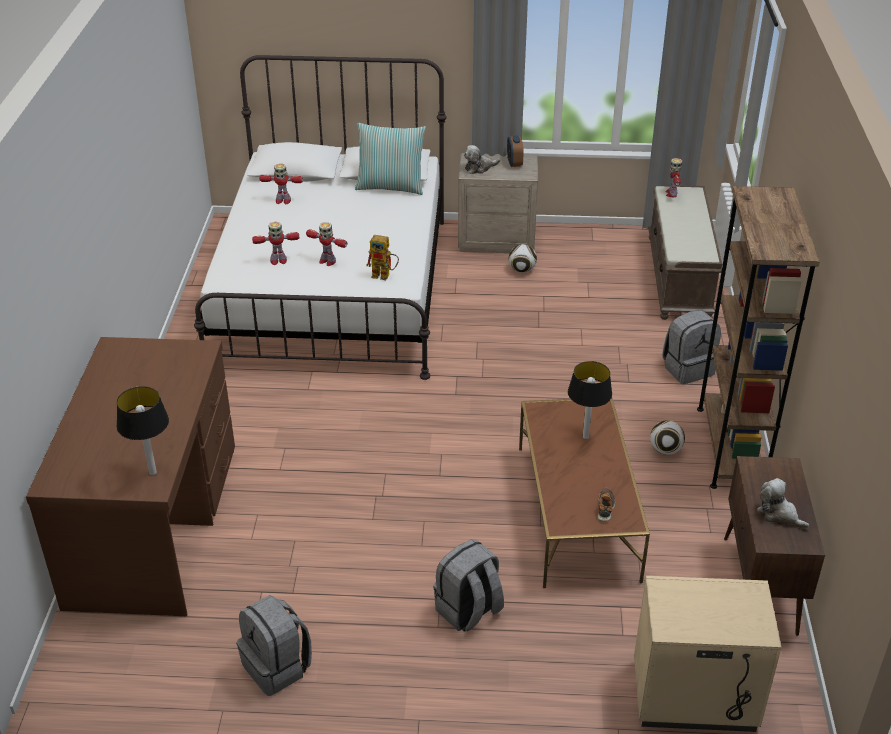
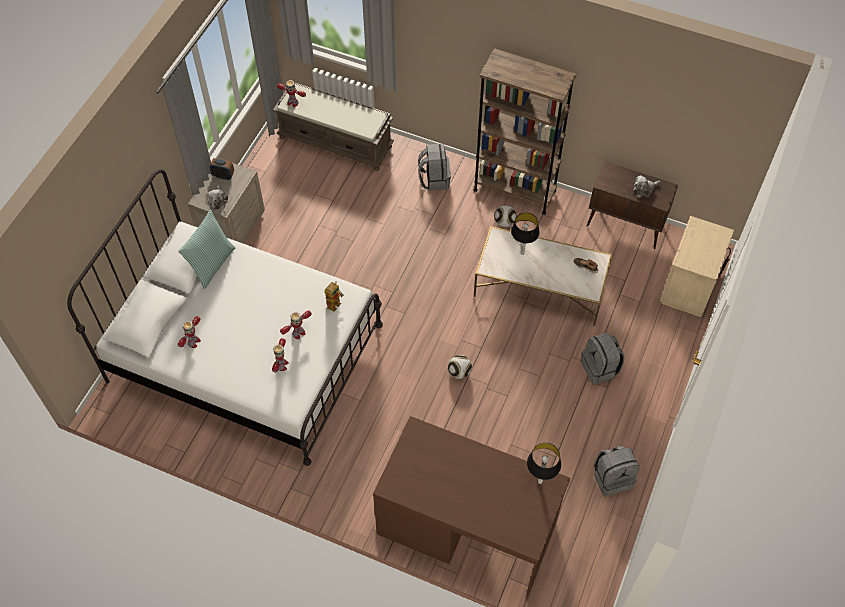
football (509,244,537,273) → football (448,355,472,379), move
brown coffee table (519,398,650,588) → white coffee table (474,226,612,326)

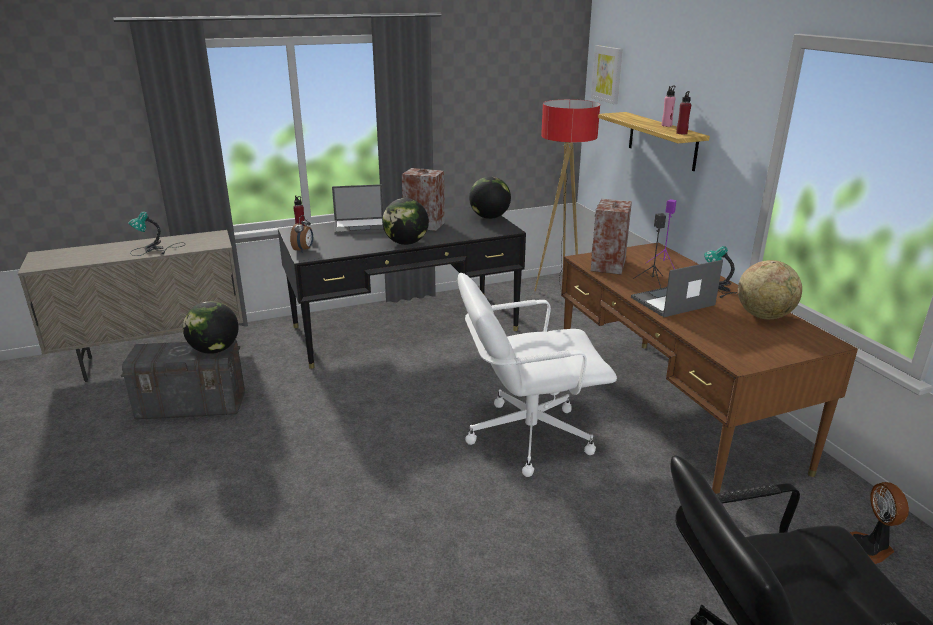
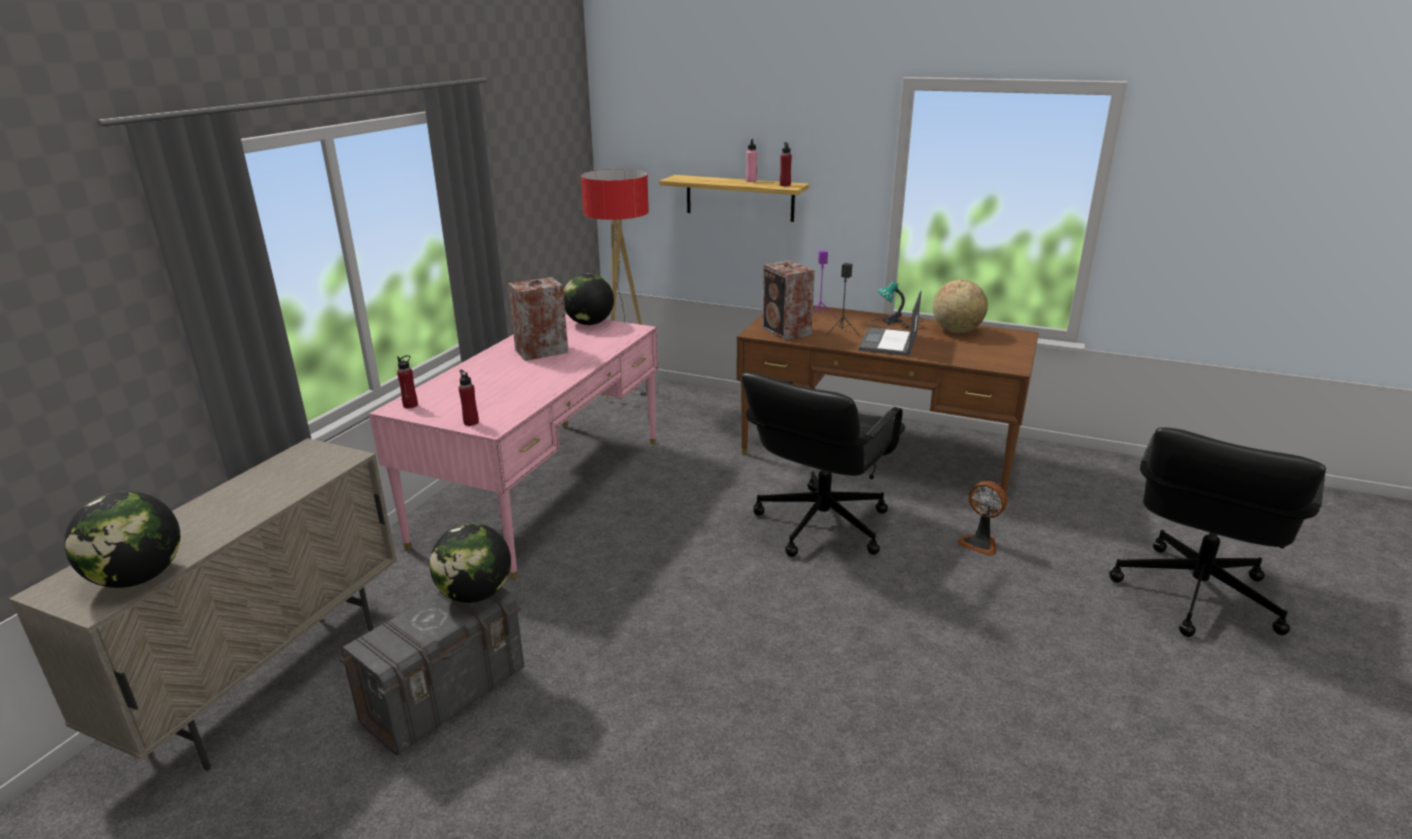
picture (591,45,622,104) → -
laptop (332,184,385,234) → -
globe (382,198,429,245) → globe (64,491,180,588), move
black desk (278,206,526,369) → pink desk (369,314,658,579)
table lamp (128,211,186,256) → -
alarm clock (290,215,313,252) → red bottle (459,370,479,426)
white office chair (458,273,617,477) → black office chair (741,372,905,557)
fan (850,482,909,564) → fan (957,481,1007,556), move

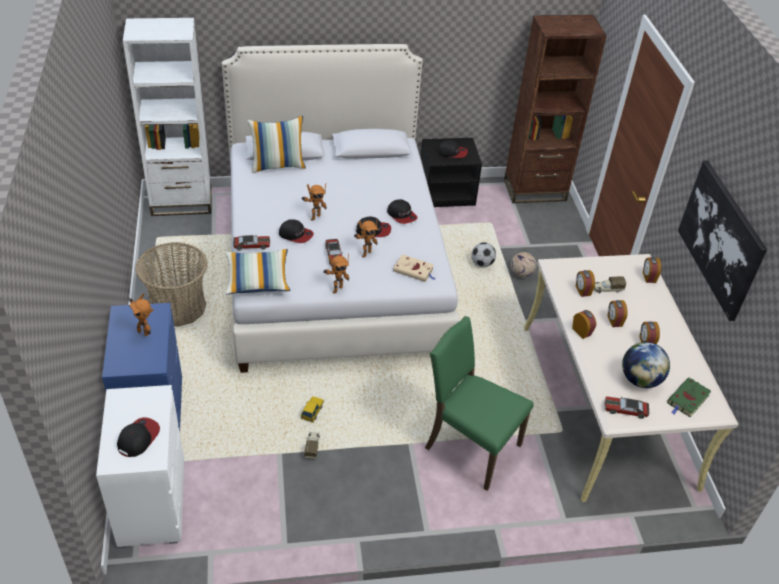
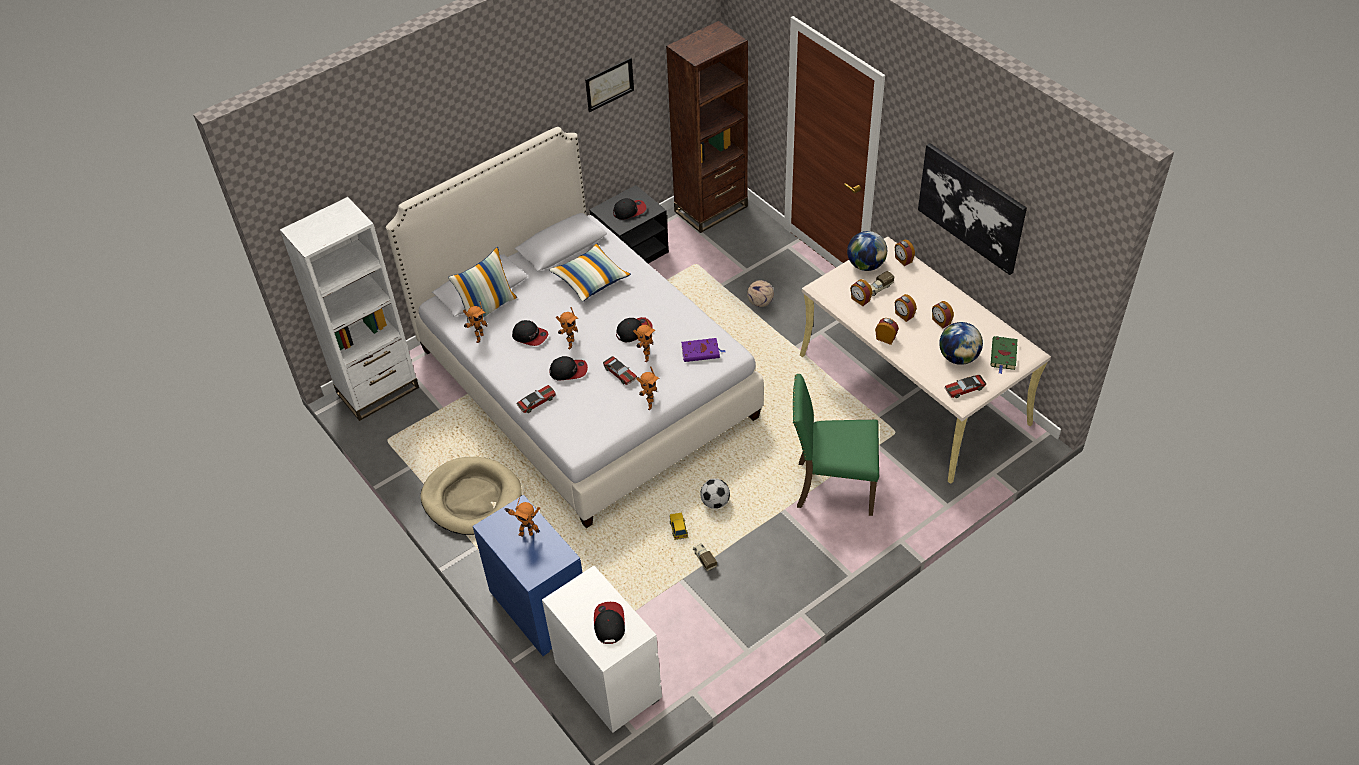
cap (387,199,418,224) → cap (512,320,548,346), move
basket (135,242,208,327) → beige dog bed (421,457,522,535)
football (471,242,496,267) → football (700,479,730,509), move
pillow (225,249,290,294) → pillow (549,244,631,302), move
beige book (393,254,436,282) → purple book (681,338,725,362)
- → picture (585,58,634,112)
- → globe (847,231,887,271)
- → toy robot (463,301,487,343)

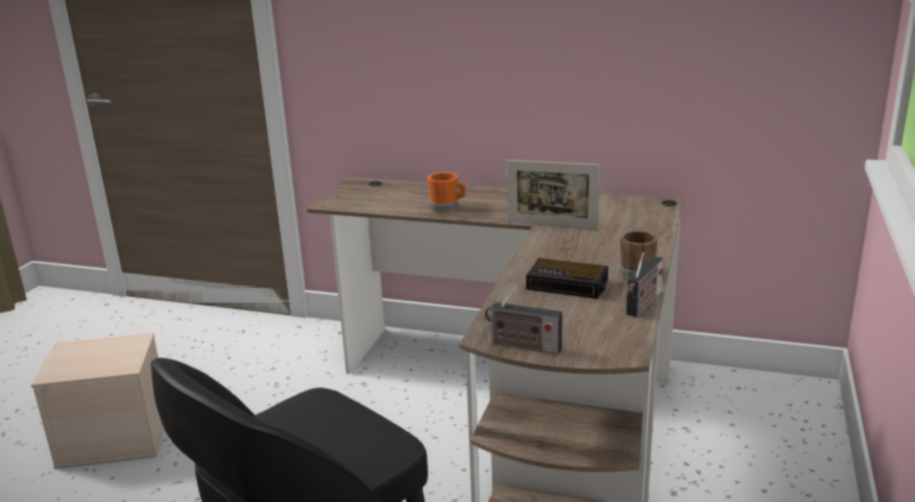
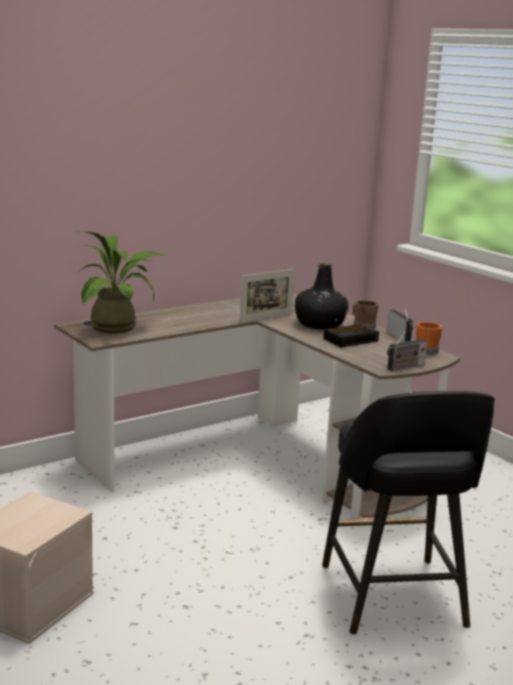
orange mug (428,172,466,213) → orange mug (416,322,442,355), move
- → potted plant (75,231,167,333)
- → black bottle (295,263,349,330)

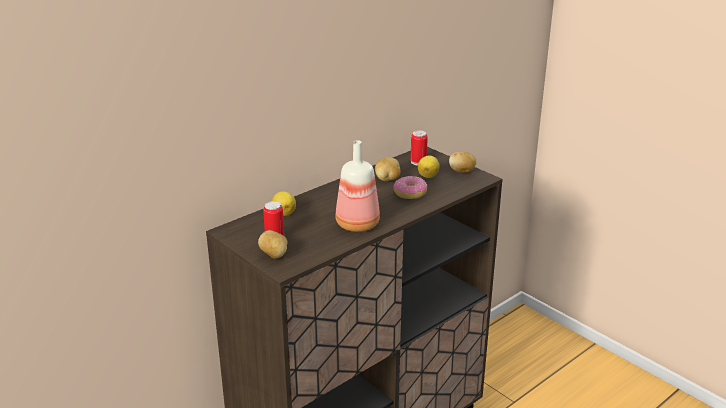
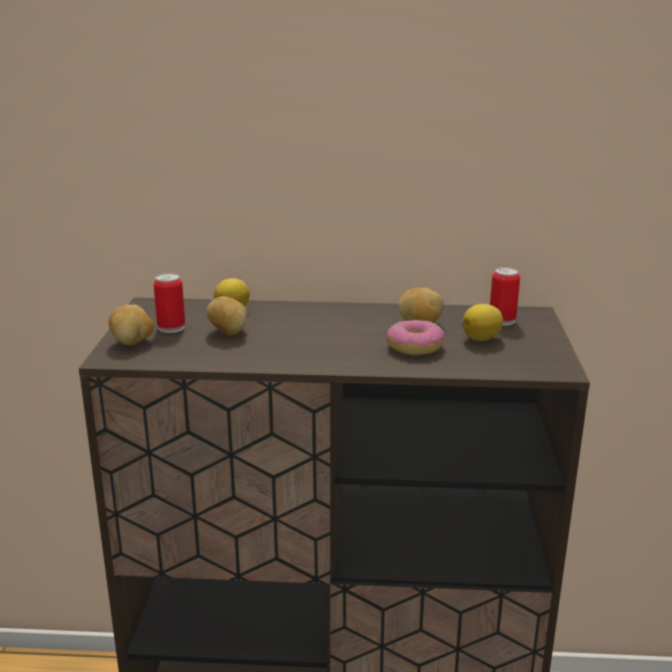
bottle (335,140,380,232) → -
potato (449,151,477,173) → potato (206,296,248,335), move

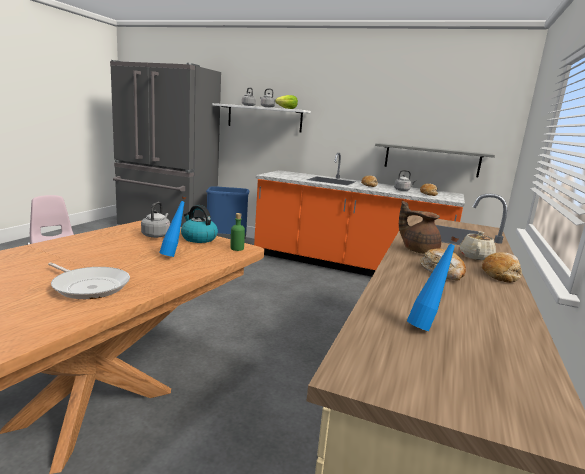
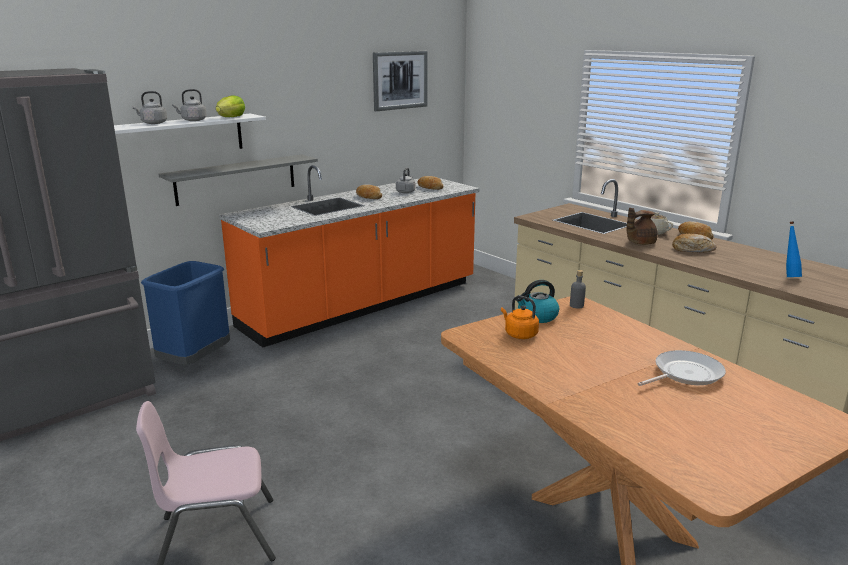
grey shelf (375,143,495,177) → grey shelf (158,154,318,206), move
blue bottle (159,196,187,257) → -
grey kettle (141,202,170,238) → orange kettle (501,296,539,339)
green bottle (230,213,245,251) → grey bottle (570,270,586,308)
- → picture (373,51,428,111)

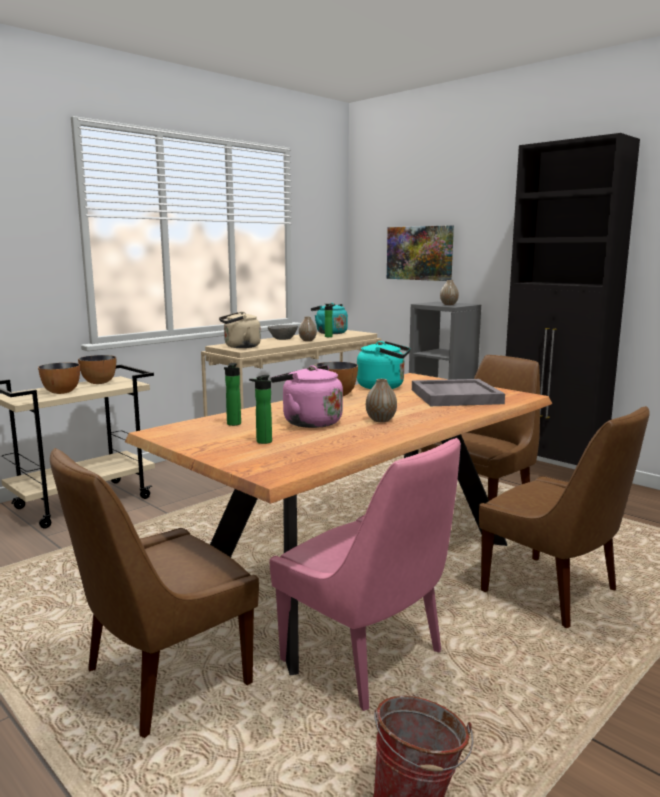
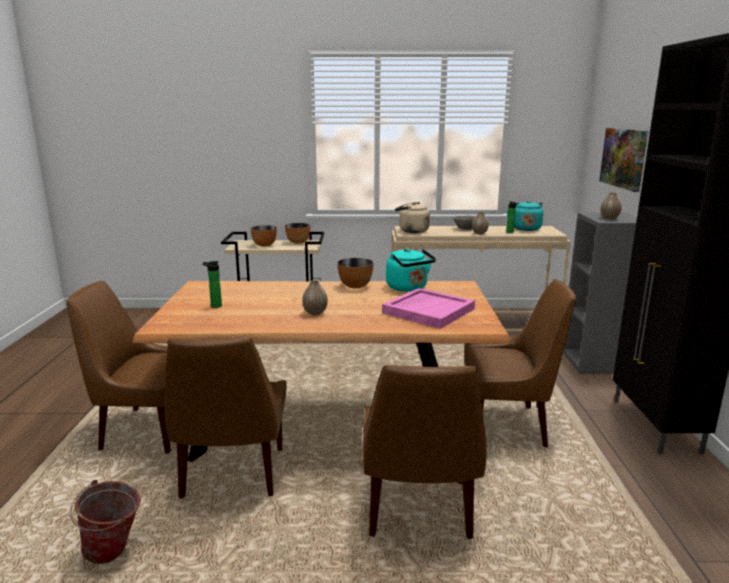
bottle (224,363,241,426) → -
pink kettle (271,365,343,428) → -
grey tray (412,379,505,406) → pink tray (382,288,475,329)
pink chair (269,438,461,711) → brown chair (165,337,287,499)

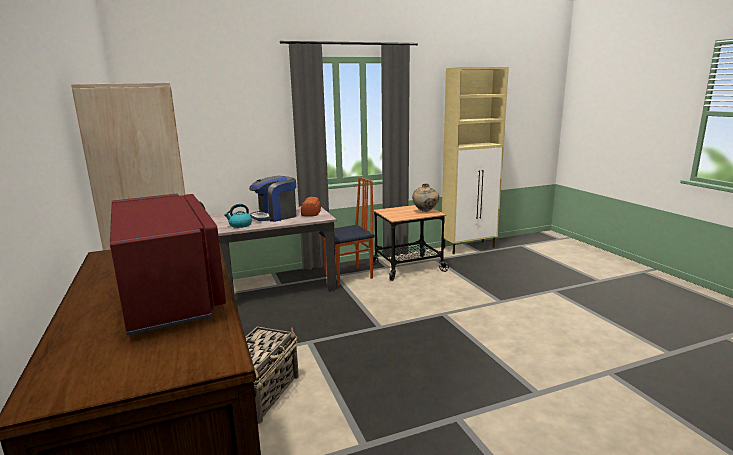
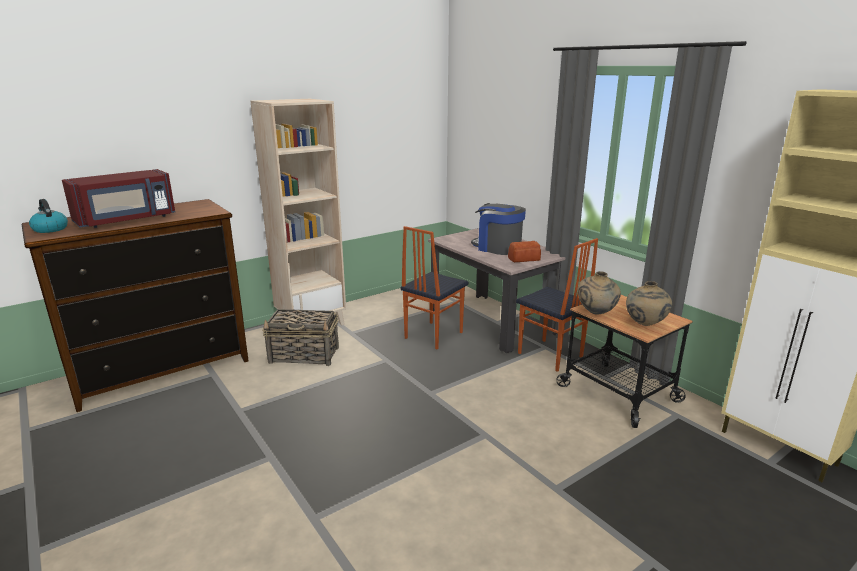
kettle (224,204,252,228) → kettle (29,199,68,233), move
- → chair (400,226,468,349)
- → beige vase (578,271,621,315)

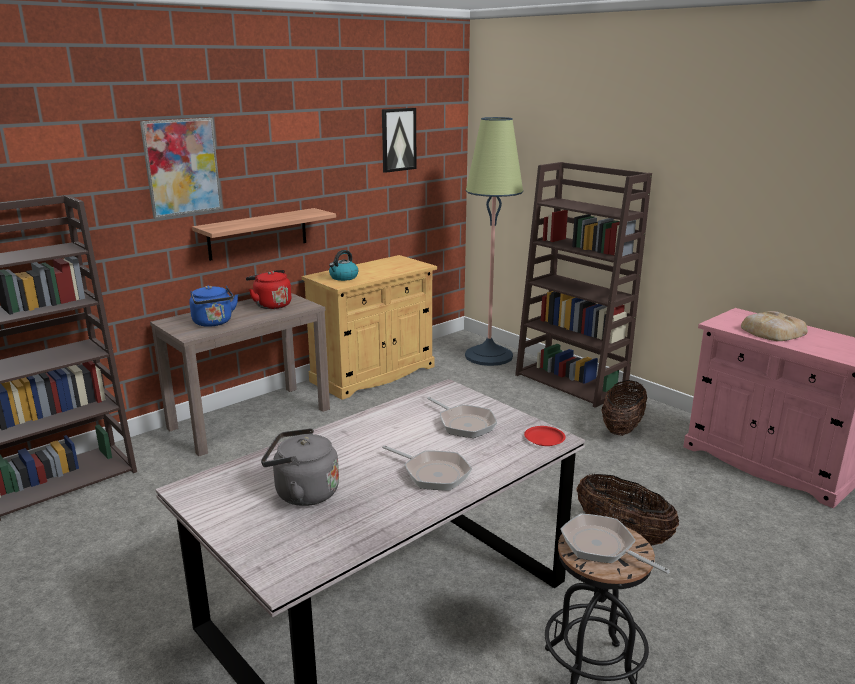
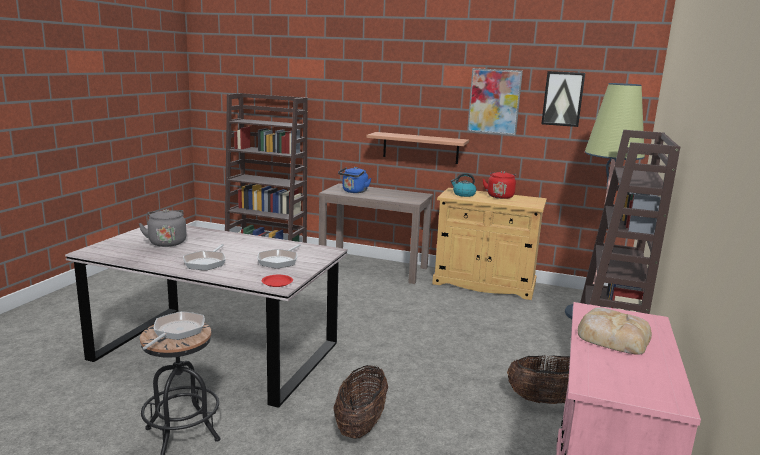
picture (140,117,222,219) → picture (467,68,523,136), move
red kettle (246,270,291,309) → red kettle (483,171,516,199), move

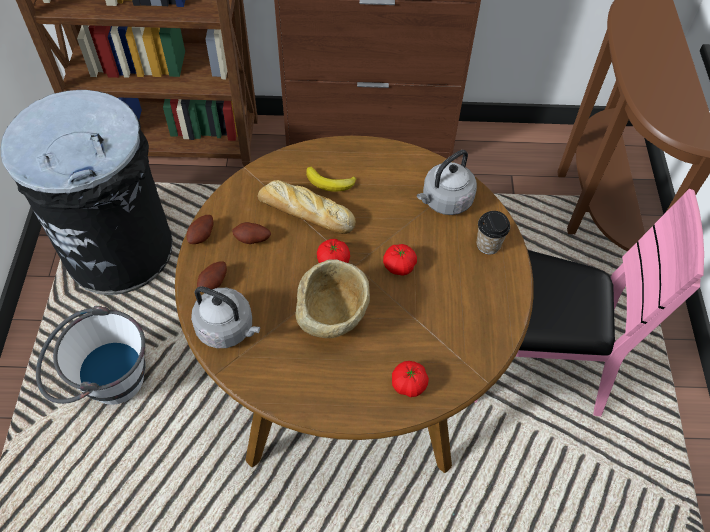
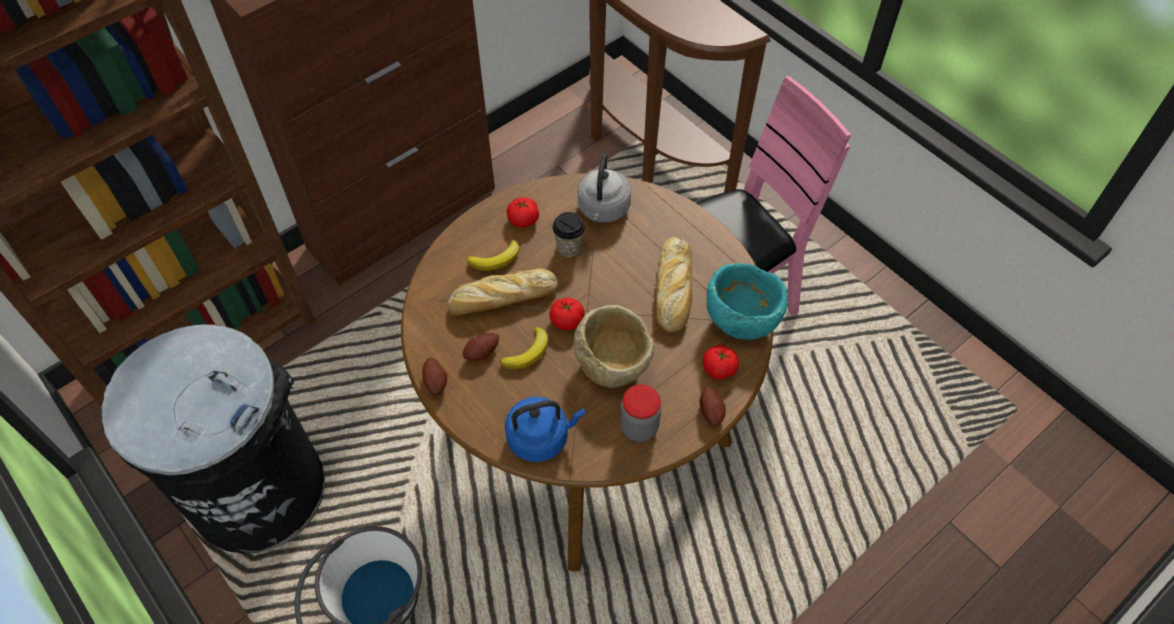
cup (477,211,510,255) → cup (552,212,585,257), move
tomato (383,244,417,276) → tomato (506,197,539,228), move
potato (197,261,227,289) → potato (700,387,726,426), move
grey kettle (191,286,260,348) → blue kettle (505,397,586,462)
- → bread (656,237,692,333)
- → turquoise bowl (707,263,788,340)
- → banana (500,327,548,369)
- → jar (620,384,661,442)

